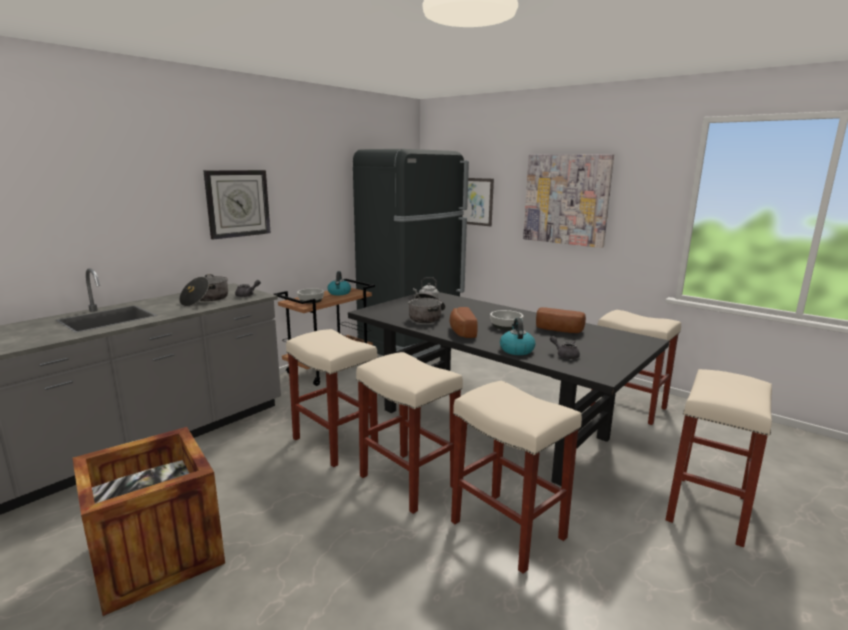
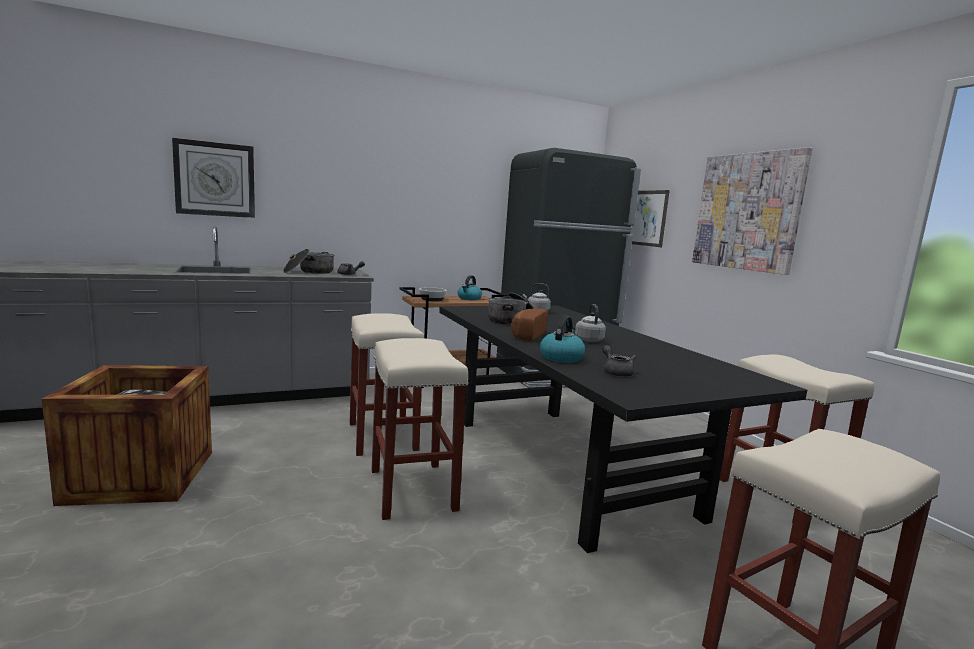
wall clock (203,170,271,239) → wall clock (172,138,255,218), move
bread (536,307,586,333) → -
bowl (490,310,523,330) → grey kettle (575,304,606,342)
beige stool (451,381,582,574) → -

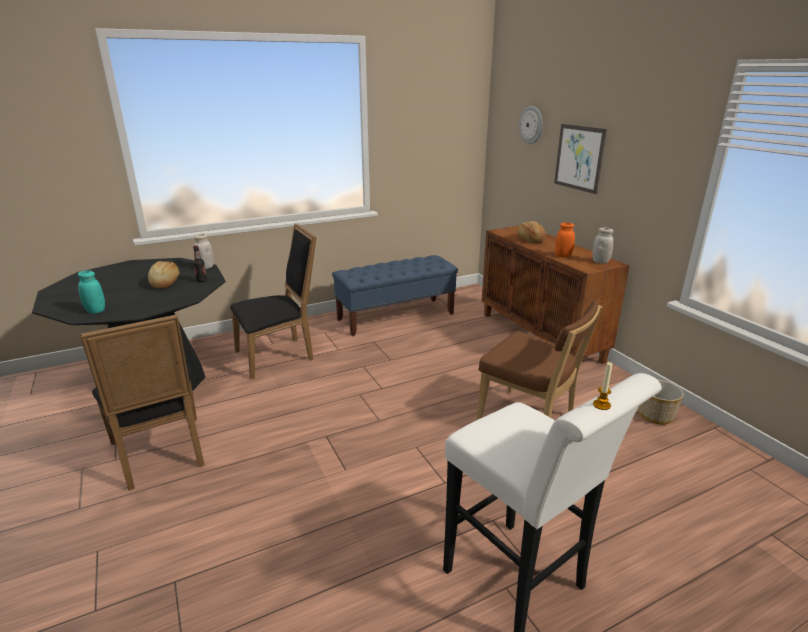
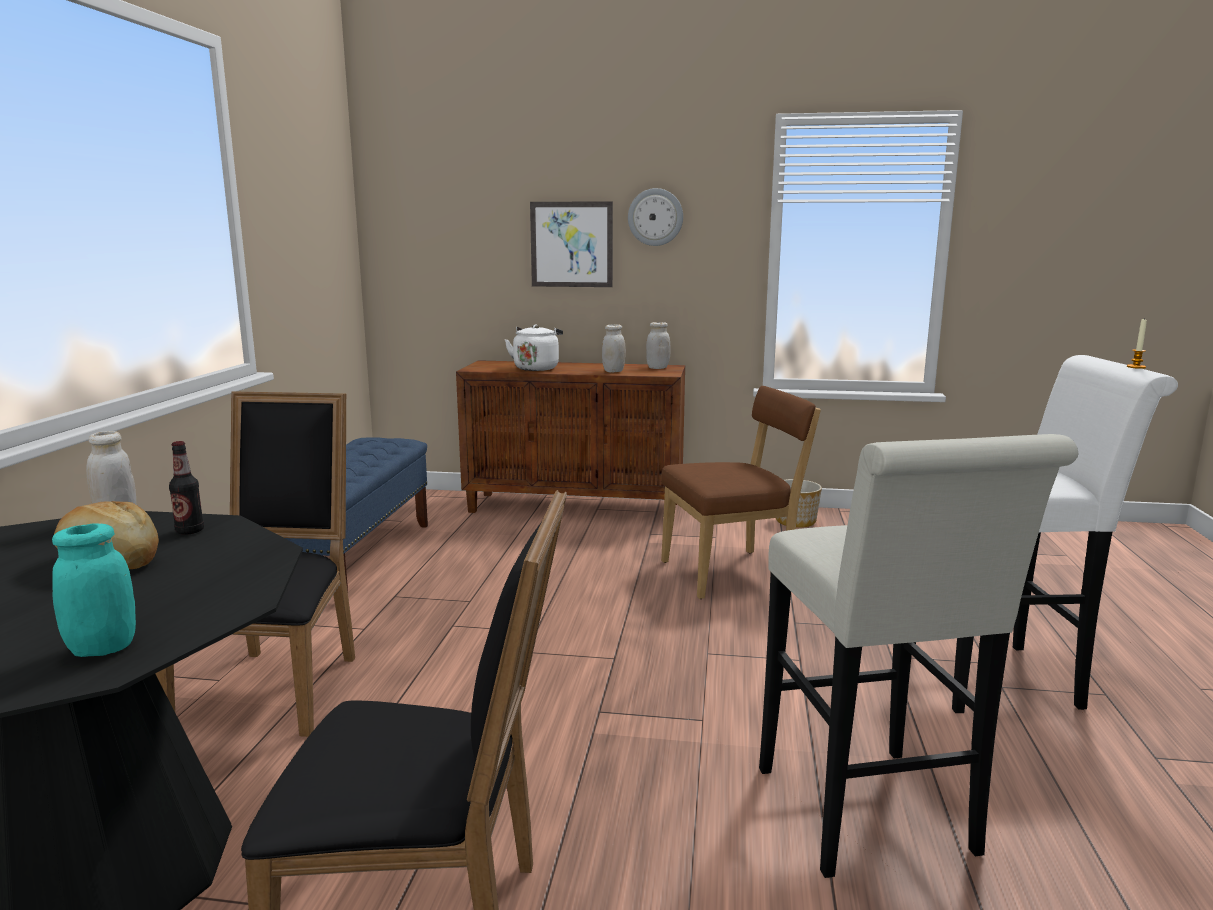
wall clock (519,106,543,144) → wall clock (628,188,683,246), move
bread (517,221,546,244) → white kettle (505,324,563,371)
orange jar (555,223,575,258) → white jar (602,324,626,373)
- → white stool (759,434,1078,878)

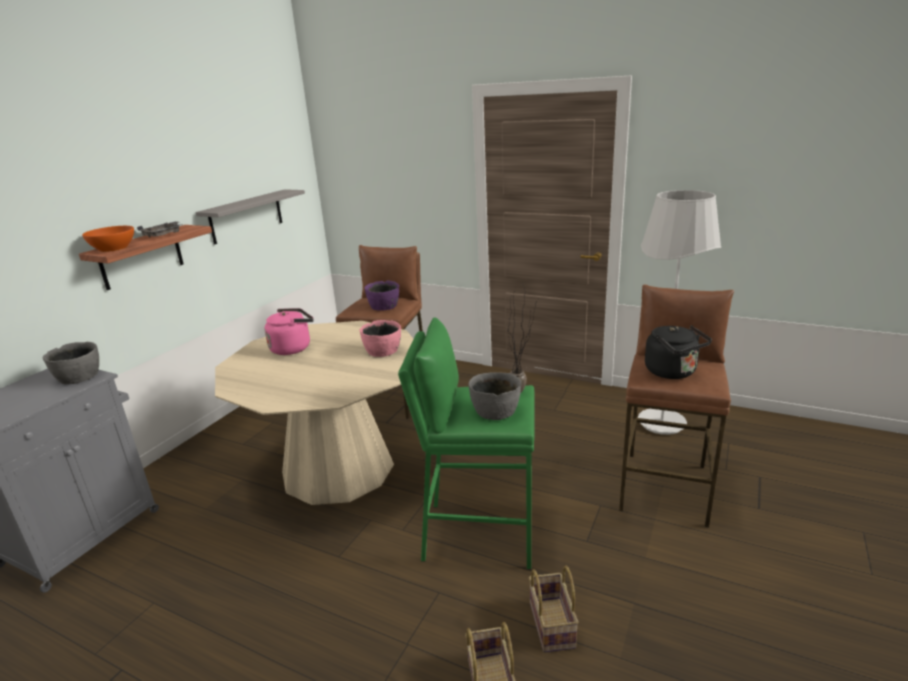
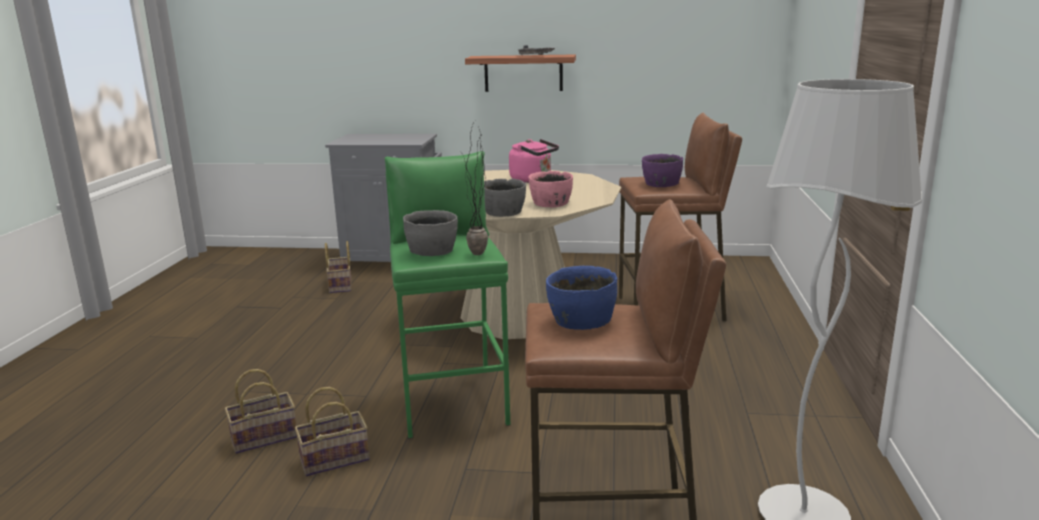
grey shelf (196,189,305,245) → -
orange bowl (82,226,134,252) → -
black kettle (645,325,712,379) → blue bowl (546,266,618,330)
grey bowl (43,342,99,385) → grey bowl (484,179,526,217), move
- → basket (325,241,351,293)

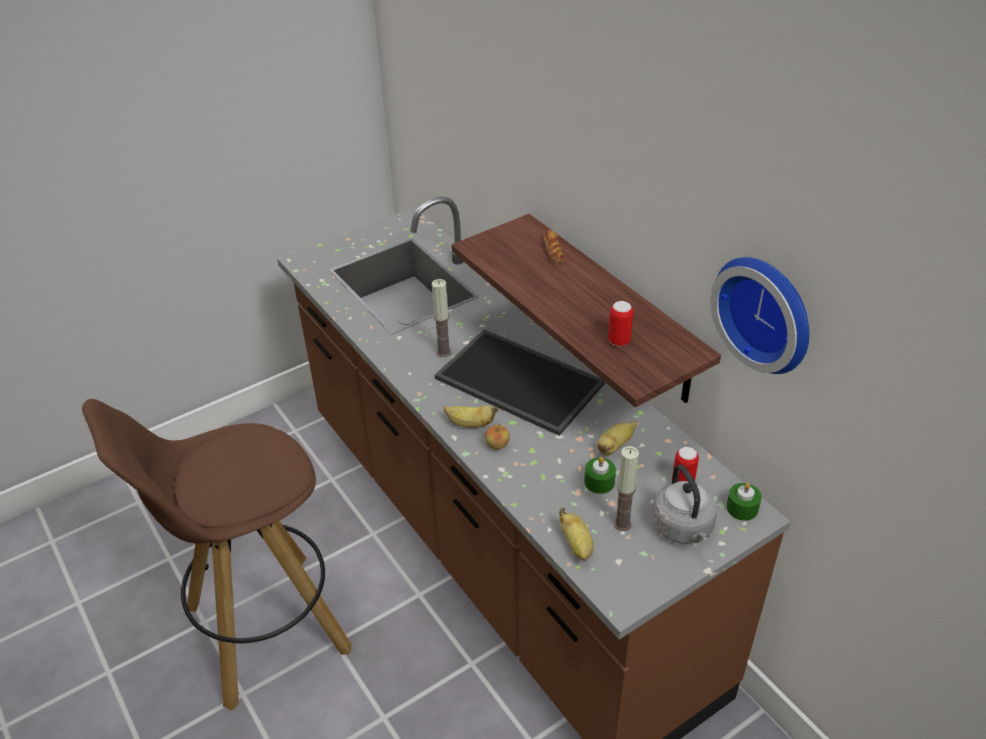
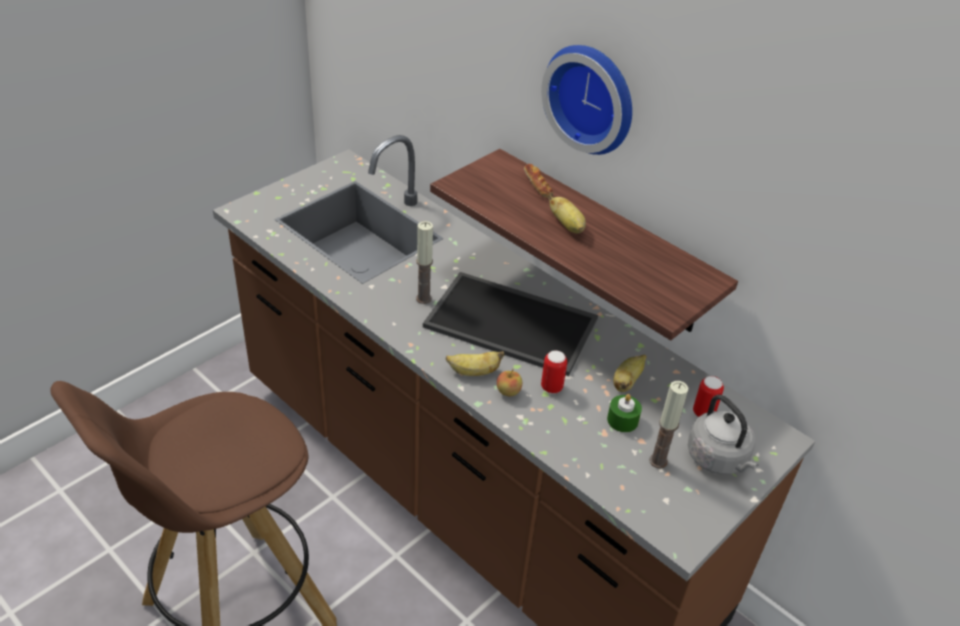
wall clock (710,257,809,374) → wall clock (541,45,632,155), move
can (608,301,634,347) → can (541,350,567,394), move
green candle (726,483,762,521) → -
banana (559,508,593,561) → banana (548,192,586,233), move

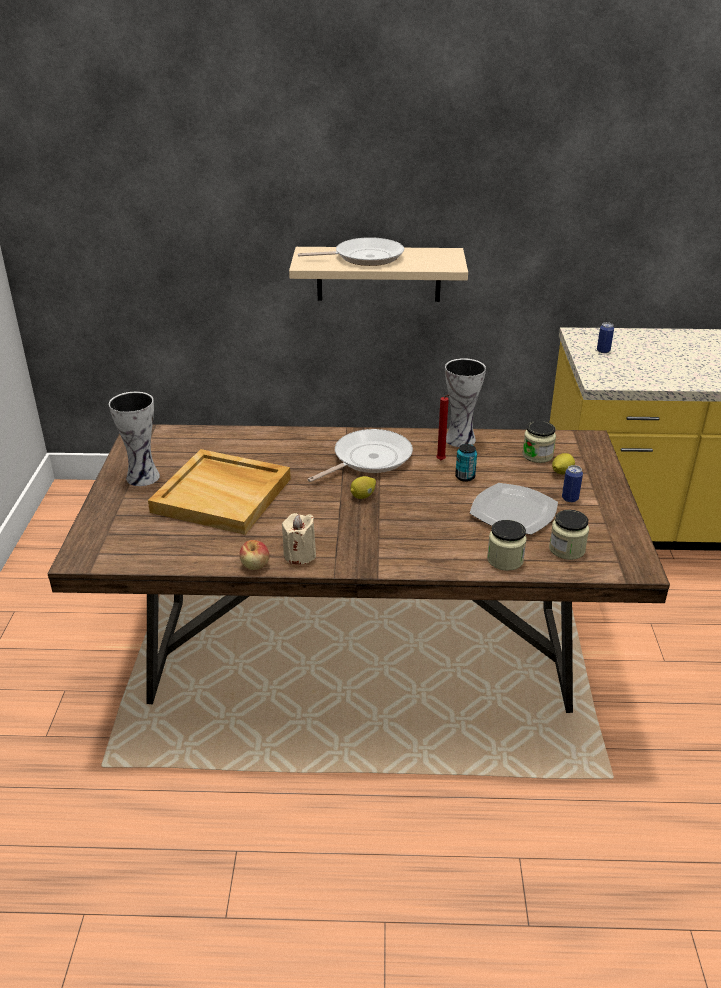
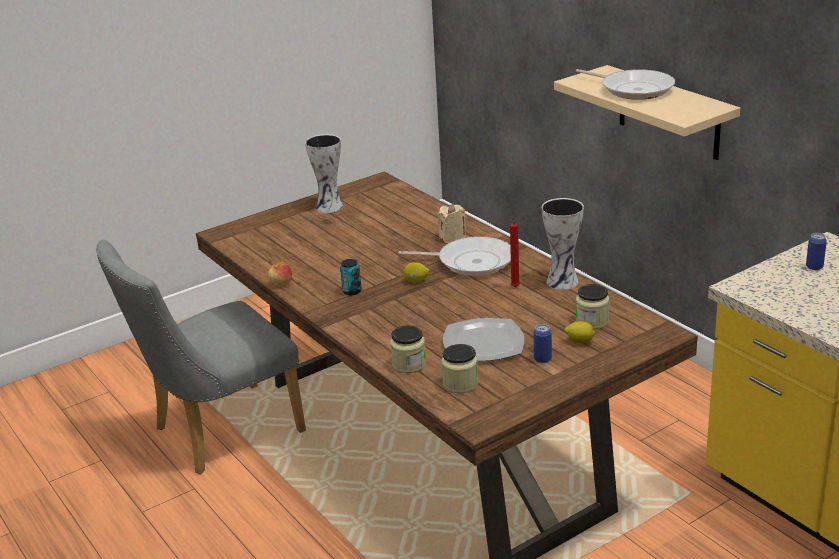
can (455,444,477,482) → can (340,259,362,295), move
beige tray (148,449,291,535) → -
beige candle (282,513,316,564) → beige candle (438,204,466,243), move
- → grey chair (96,240,306,474)

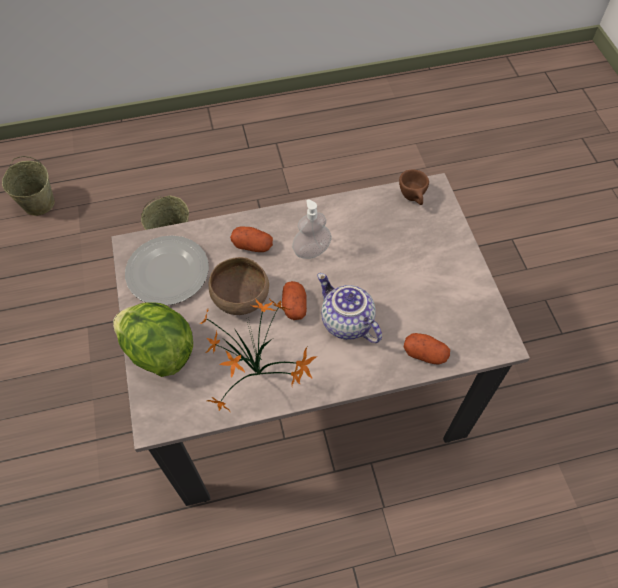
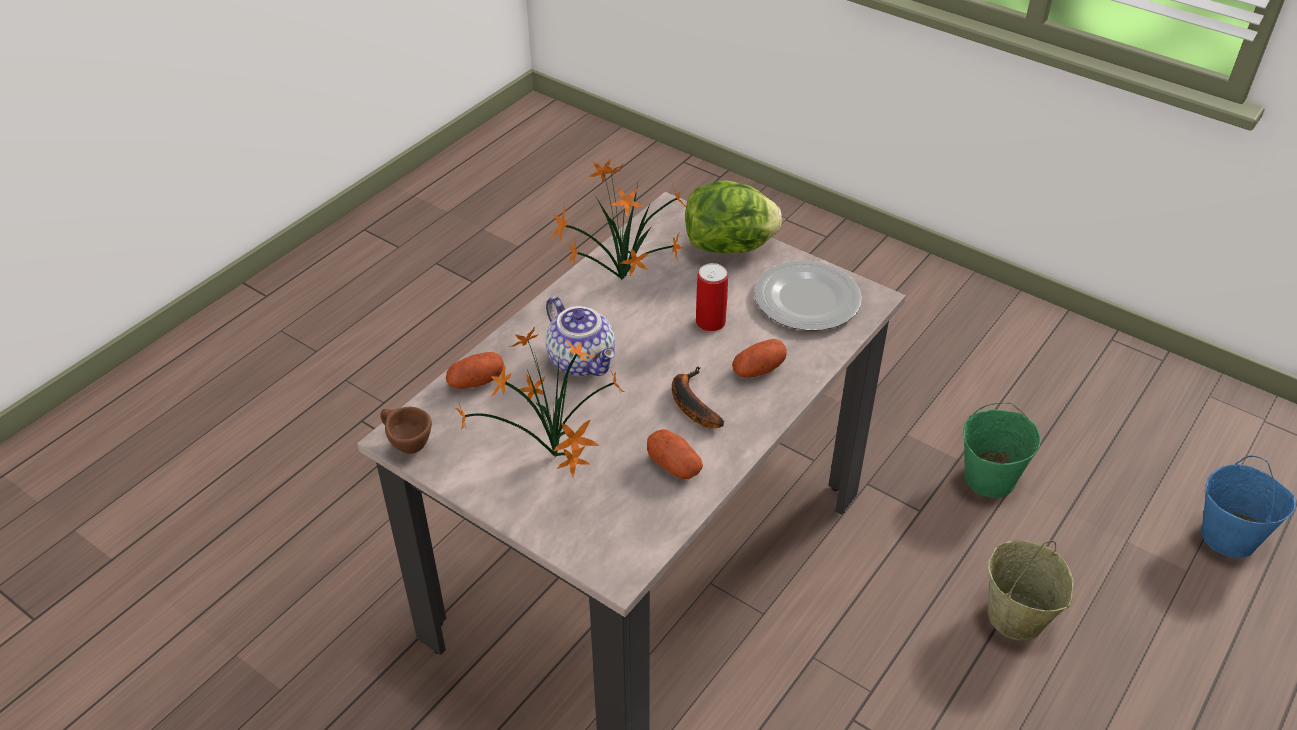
beige bucket (2,156,55,216) → blue bucket (1201,456,1296,558)
brown cup (399,169,429,205) → brown cup (380,407,432,454), move
soap dispenser (292,200,332,259) → banana (672,366,724,428)
brown bowl (209,257,269,315) → can (696,263,728,331)
teapot (317,273,382,343) → teapot (546,296,615,376), 45 degrees clockwise
potato (282,281,307,320) → potato (647,429,703,479), move
- → potted plant (455,326,624,478)
- → green bucket (963,403,1041,498)

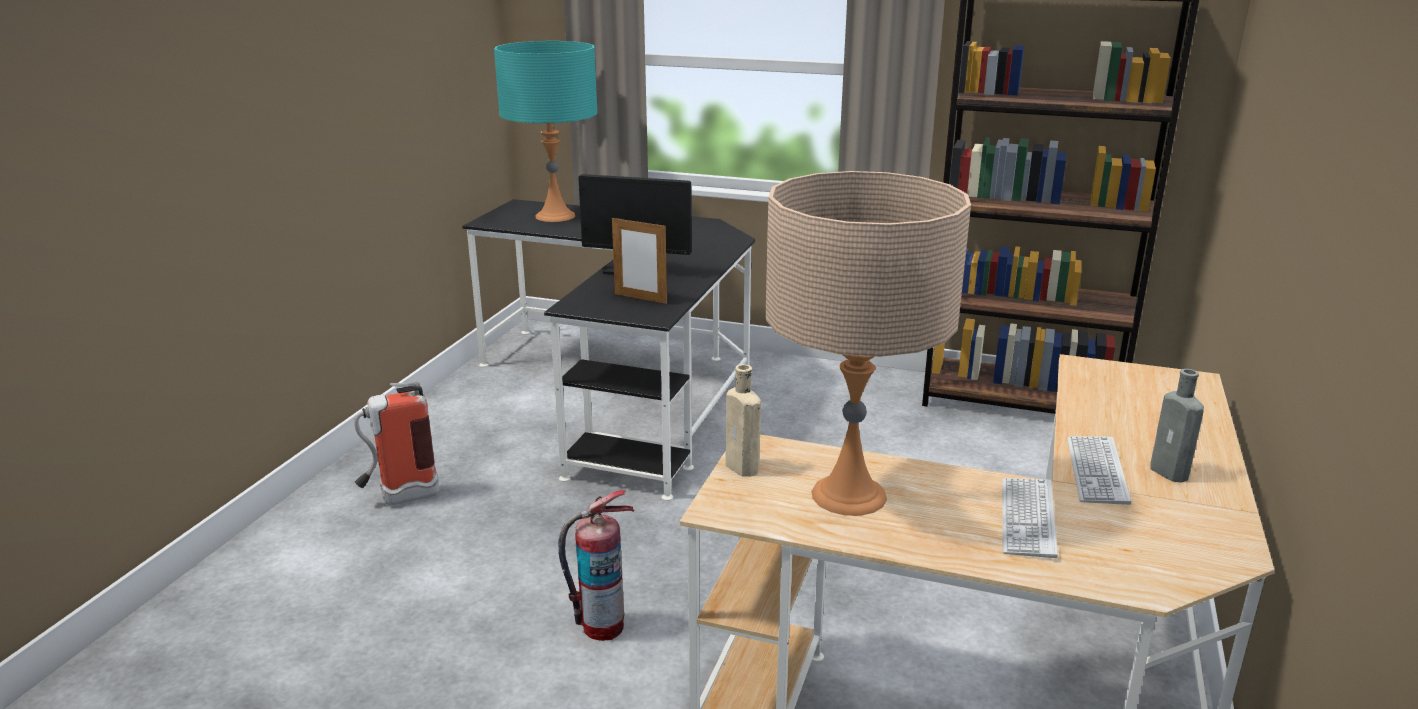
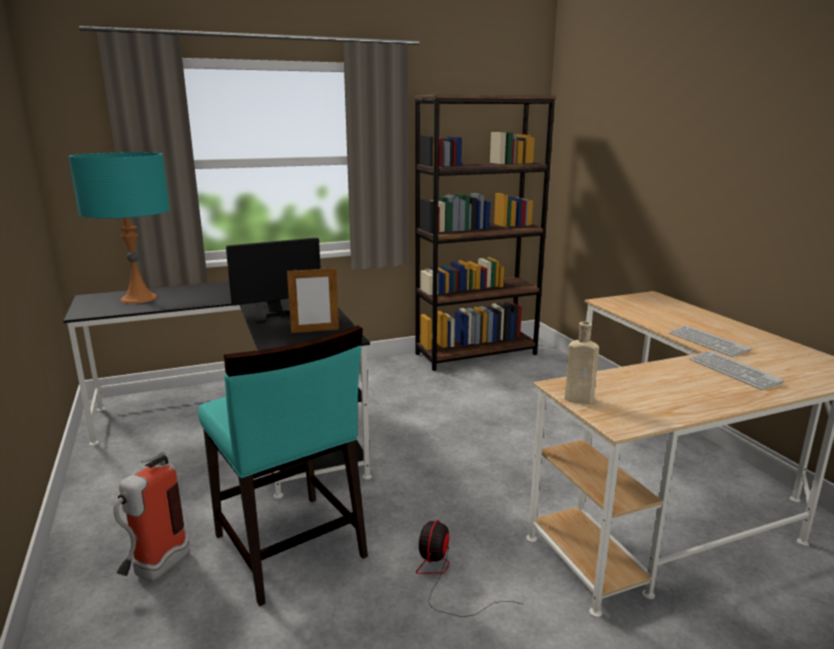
beige table lamp (765,171,971,516) → -
grey bottle (1150,369,1204,482) → -
fire extinguisher (558,490,635,641) → fan (416,520,522,617)
- → turquoise chair (198,325,368,607)

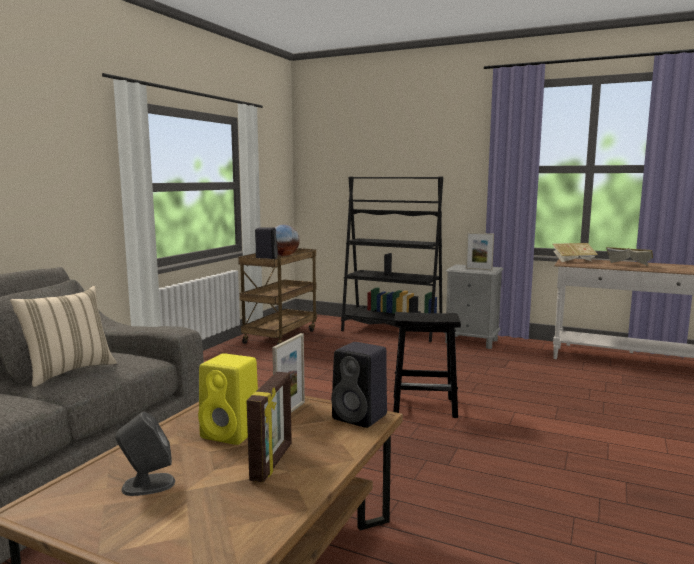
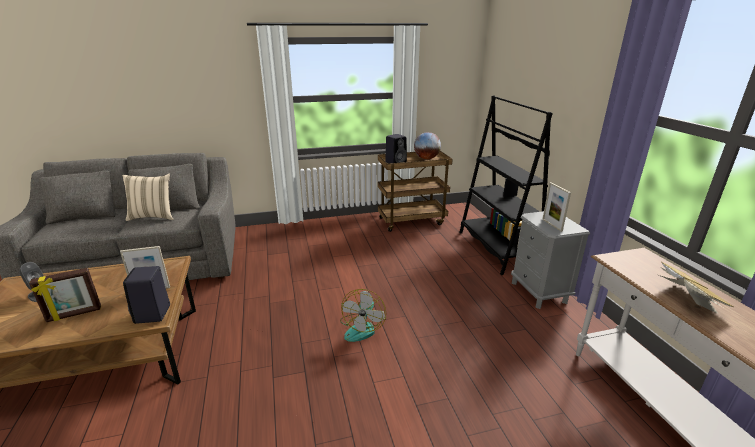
book (553,243,598,262) → -
black stool (393,312,461,418) → fan (340,289,386,342)
yellow speaker (198,353,258,445) → -

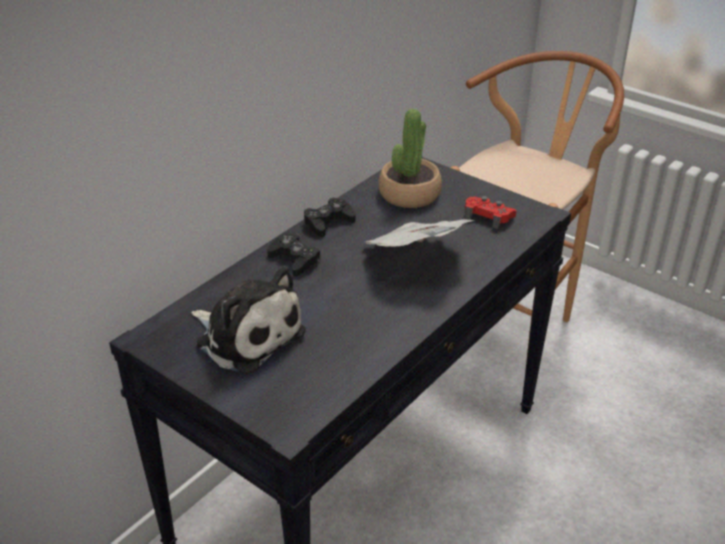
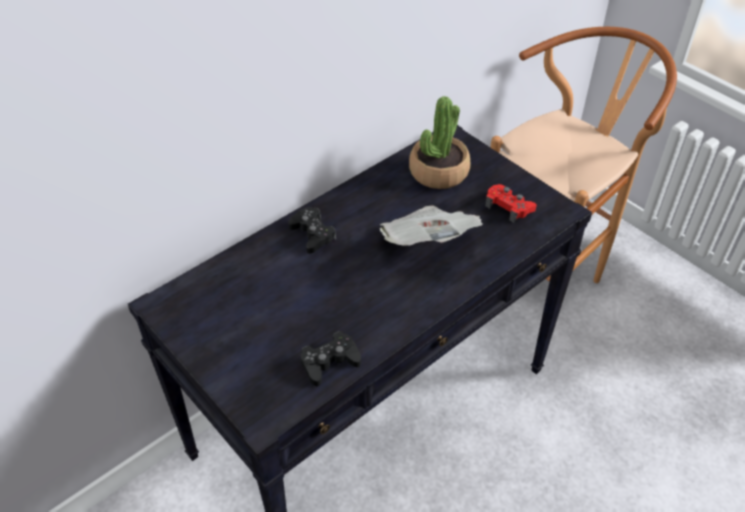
black game controller (304,197,356,237) → black game controller (301,331,361,386), move
plush toy (191,267,306,375) → -

